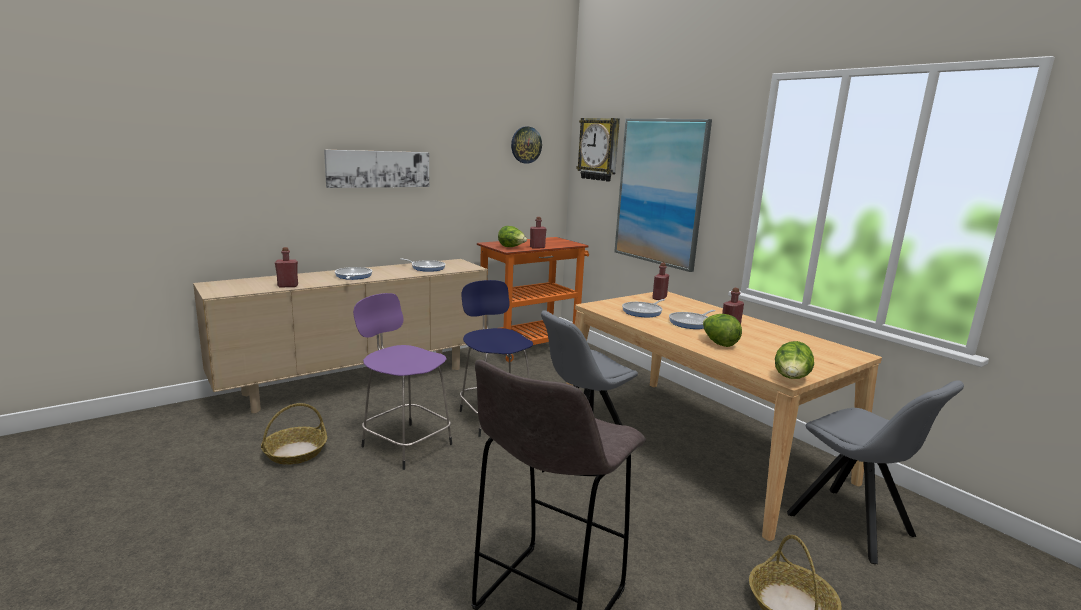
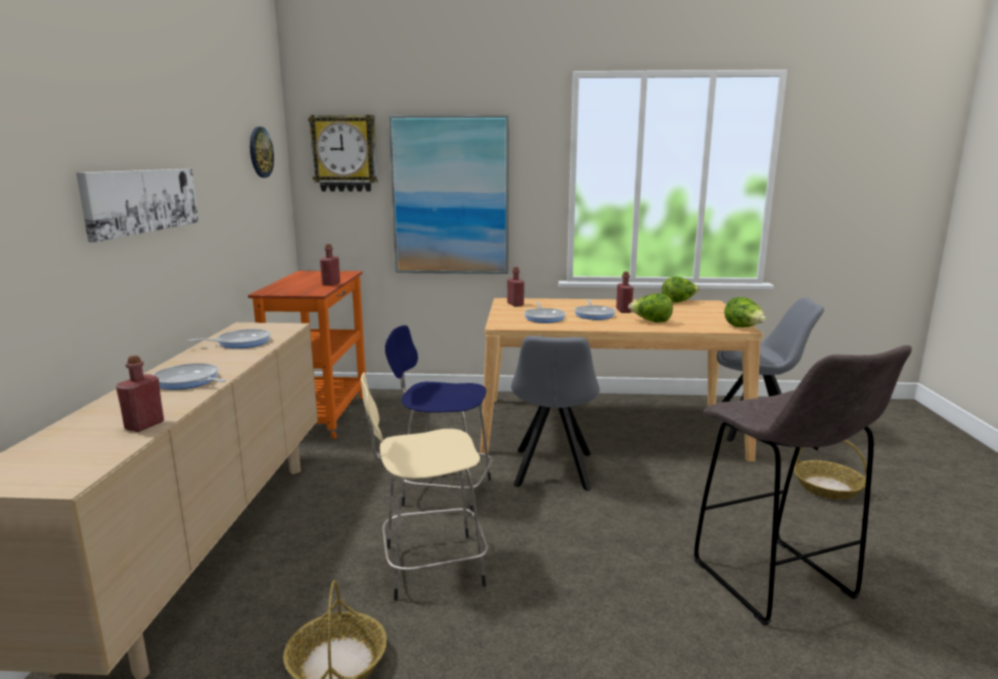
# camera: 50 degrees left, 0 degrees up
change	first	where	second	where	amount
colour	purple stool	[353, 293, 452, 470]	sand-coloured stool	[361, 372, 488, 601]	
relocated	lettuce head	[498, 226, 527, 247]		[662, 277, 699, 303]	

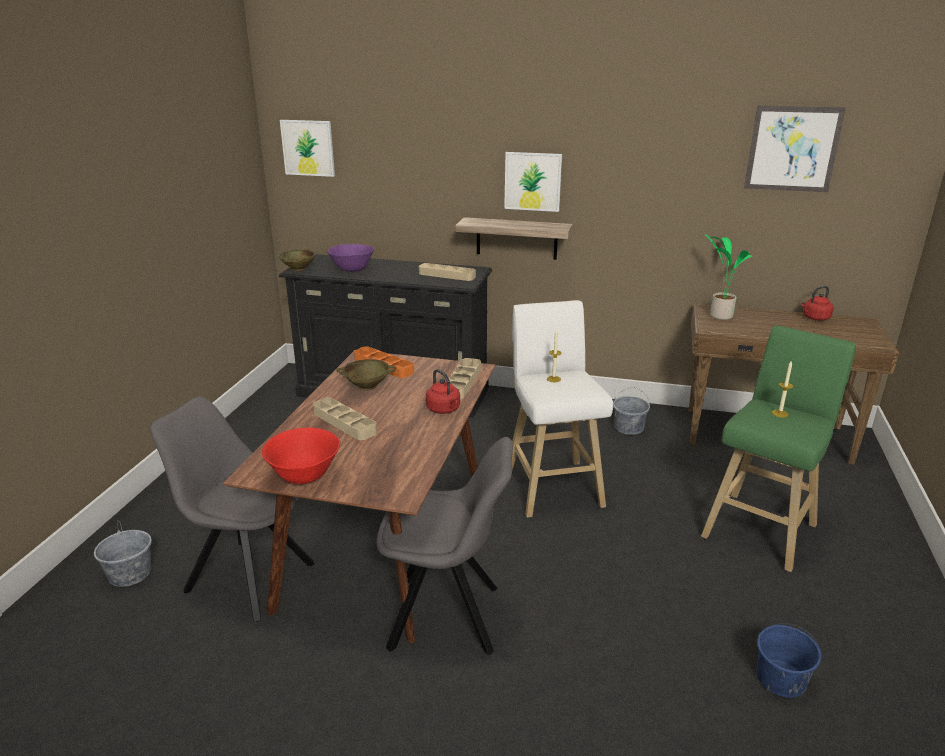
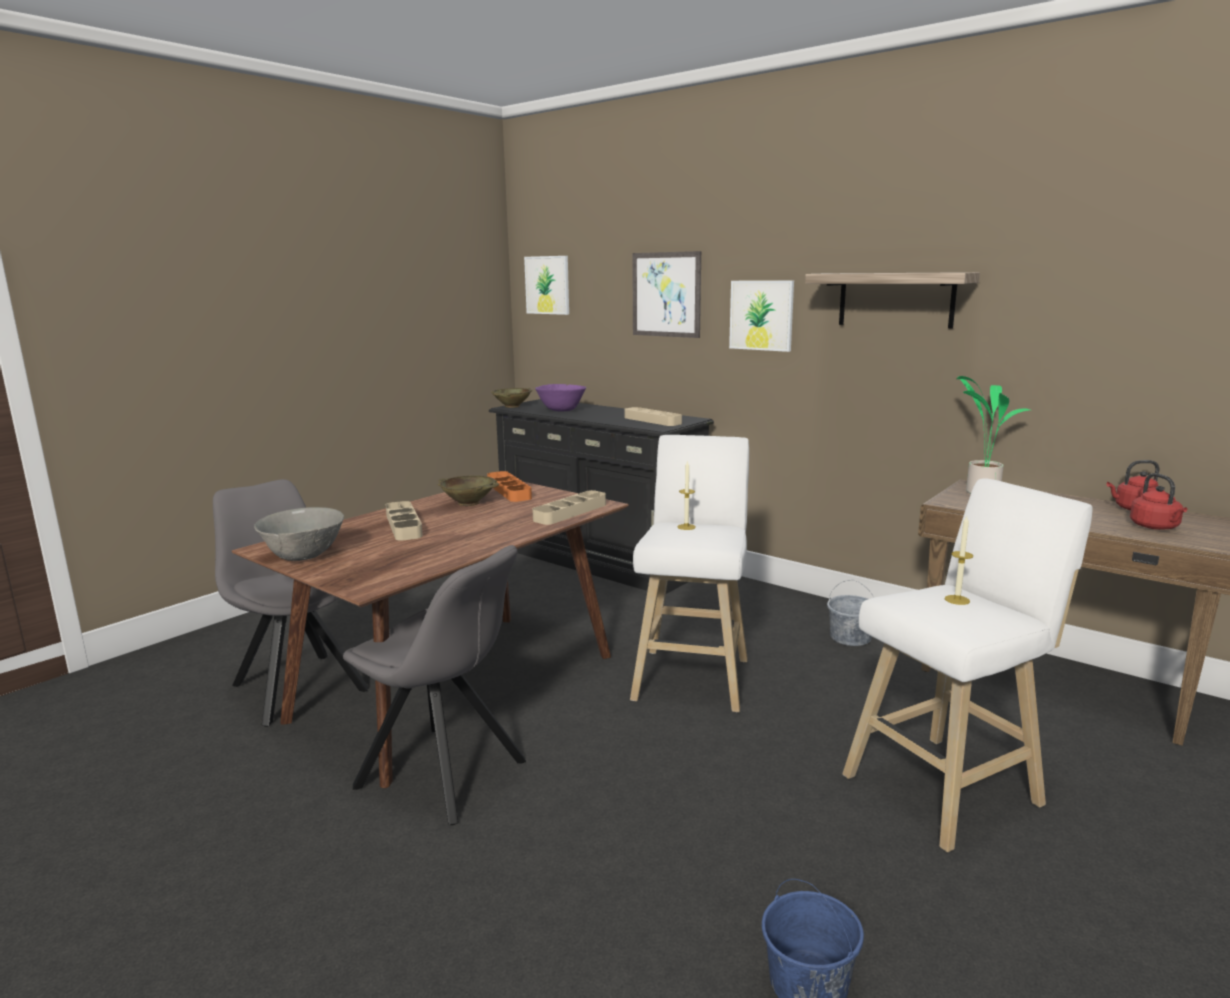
# camera: 25 degrees right, 10 degrees down
change	first	where	second	where	amount
missing	gray bucket	[94, 520, 152, 587]			
colour	reddish bowl	[262, 427, 340, 484]	gray bowl	[254, 507, 344, 561]	
relocated	reddish tea kettle	[426, 369, 460, 414]		[1130, 473, 1187, 530]	
relocated	wall shelf	[455, 217, 573, 260]		[805, 272, 980, 328]	
colour	greenish stool	[701, 325, 856, 572]	white-coloured stool	[842, 478, 1093, 852]	
relocated	picture	[744, 105, 846, 192]		[632, 251, 701, 338]	

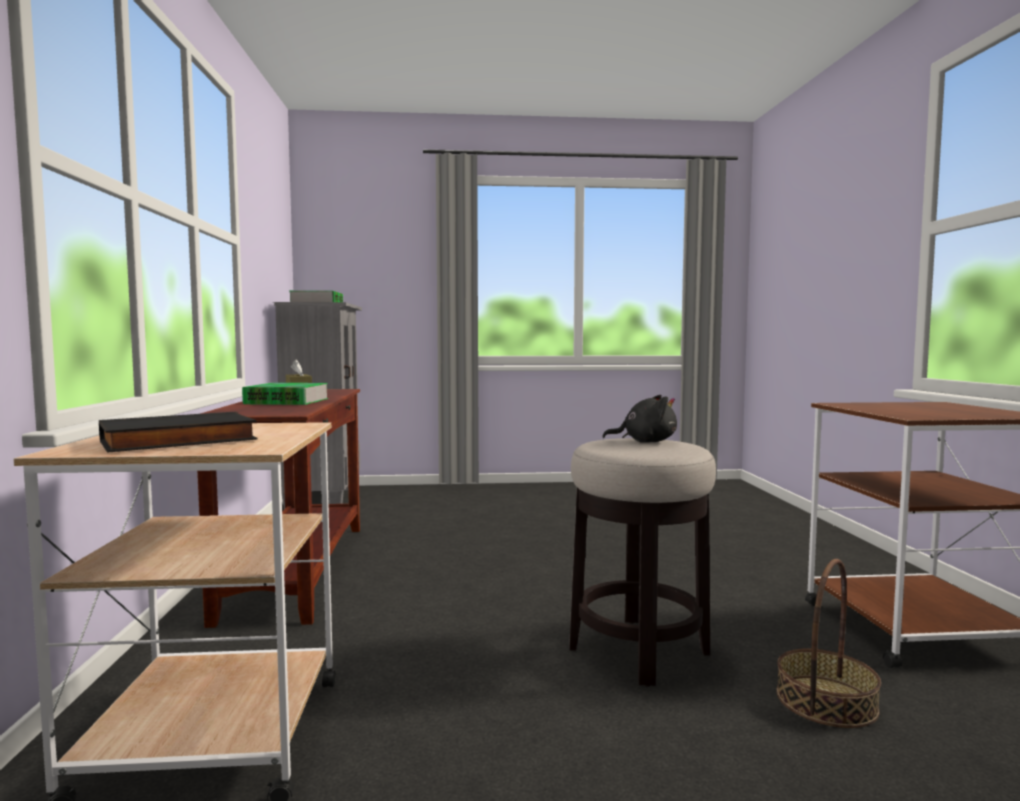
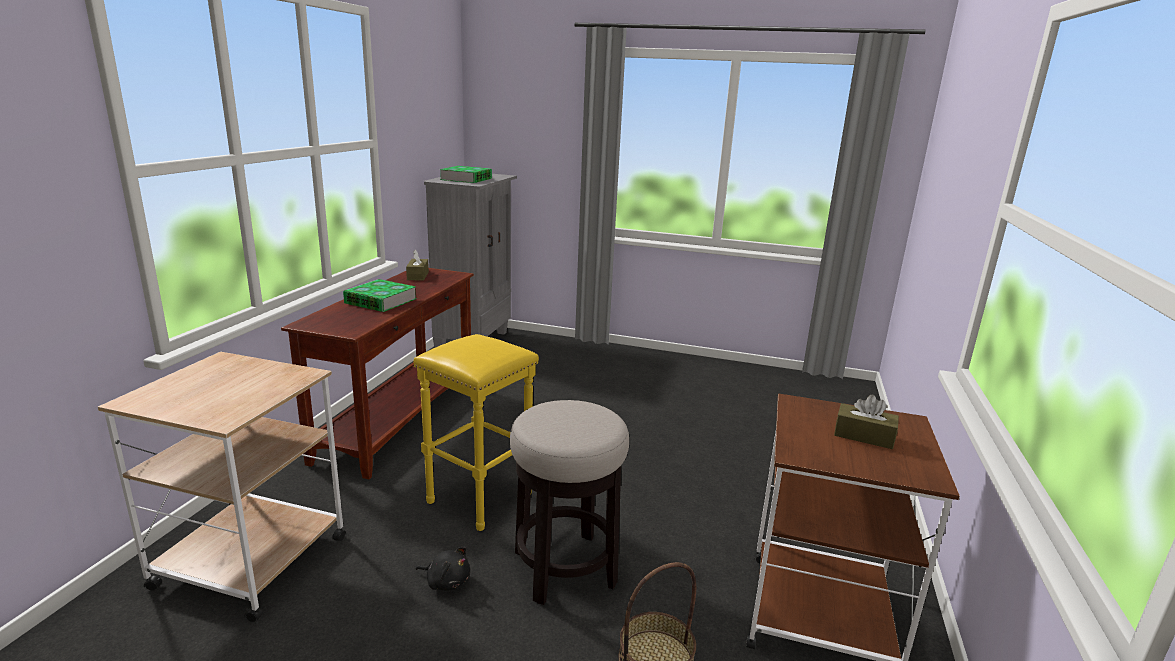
# camera: 20 degrees right, 15 degrees up
change	first	where	second	where	amount
missing	black-coloured volume	[99, 412, 257, 453]			
relocated	black-coloured soft toy	[602, 395, 677, 443]		[416, 547, 470, 591]	
appeared			yellow stool	[413, 334, 539, 531]	
appeared			brown tissue box	[834, 395, 899, 449]	

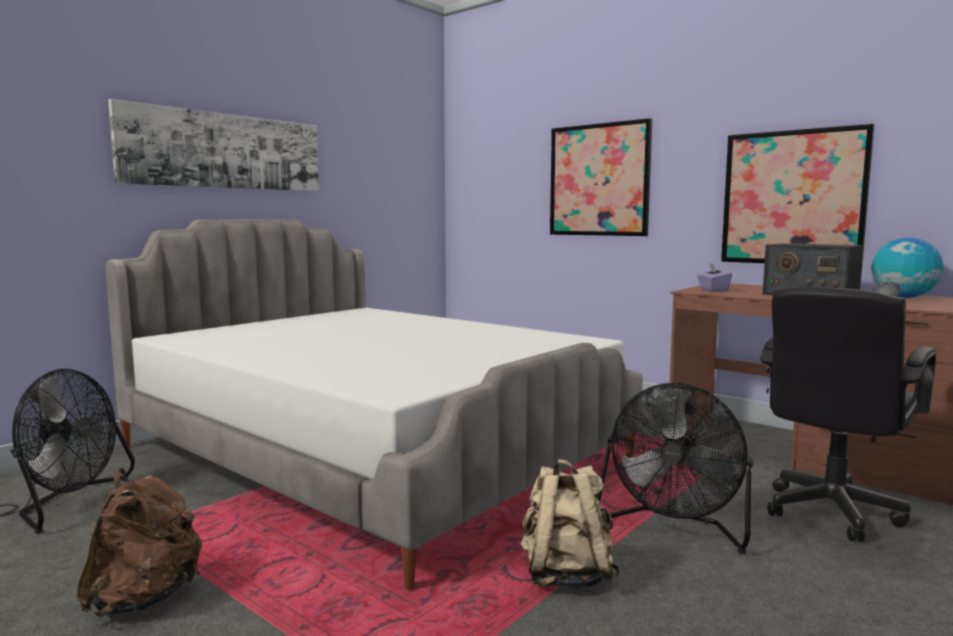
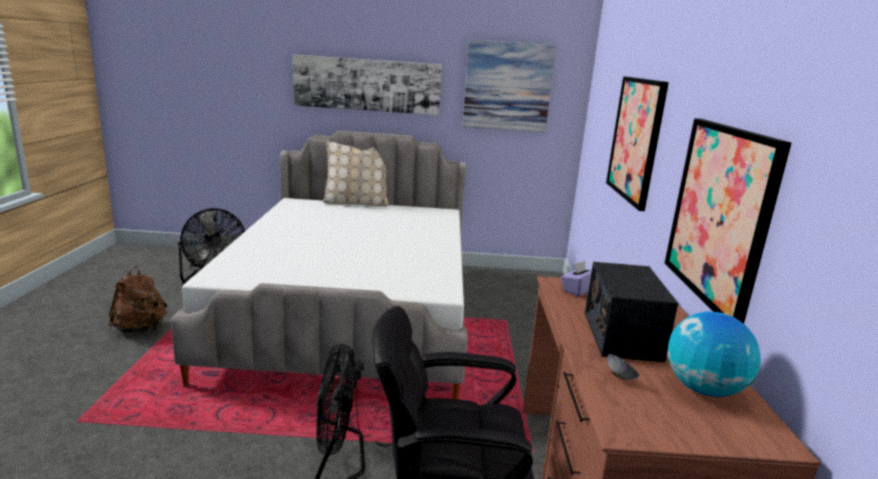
# camera: 50 degrees right, 10 degrees up
change	first	where	second	where	amount
missing	sand-coloured backpack	[521, 459, 620, 589]			
appeared			sand-coloured cushion	[323, 141, 388, 206]	
appeared			picture	[462, 39, 556, 133]	

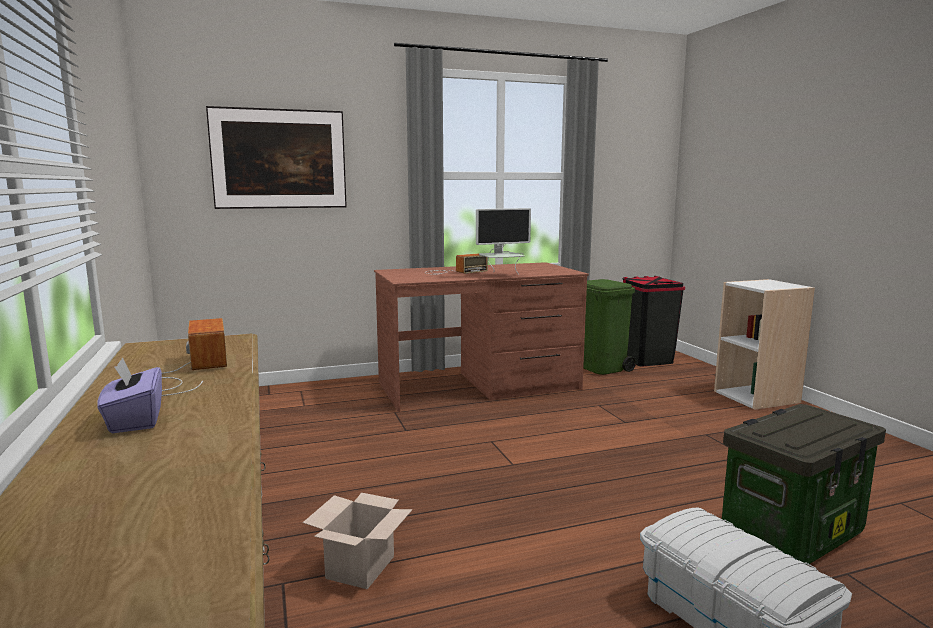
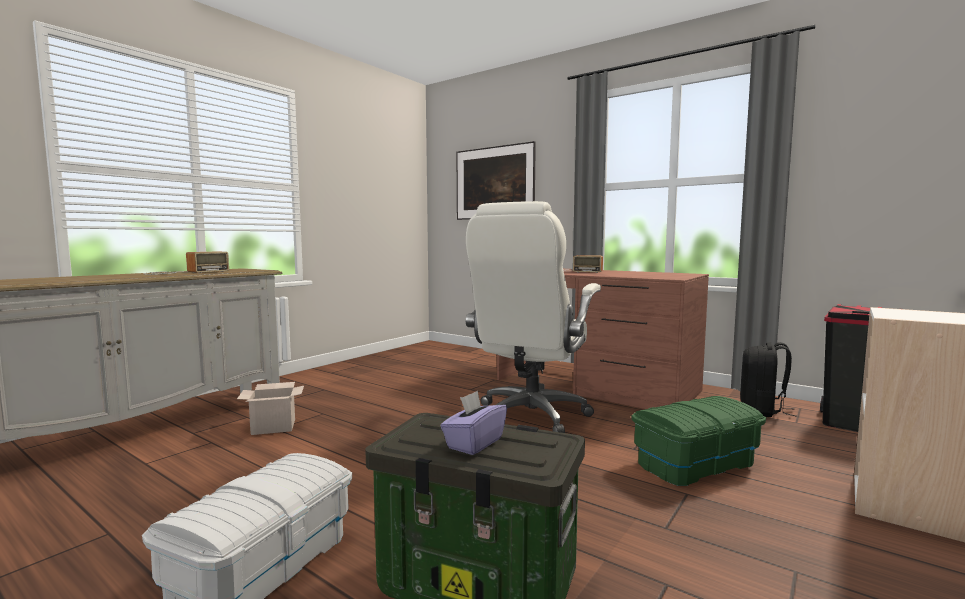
# camera: 55 degrees right, 5 degrees down
change	first	where	second	where	amount
relocated	purple tissue box	[97, 357, 162, 433]		[441, 390, 507, 455]	
missing	computer display	[476, 208, 531, 275]			
exchanged	greenish trash can	[583, 279, 636, 375]	black-coloured backpack	[740, 342, 797, 417]	
appeared			white-coloured desk chair	[466, 201, 601, 433]	
appeared			greenish storage container	[632, 396, 766, 486]	

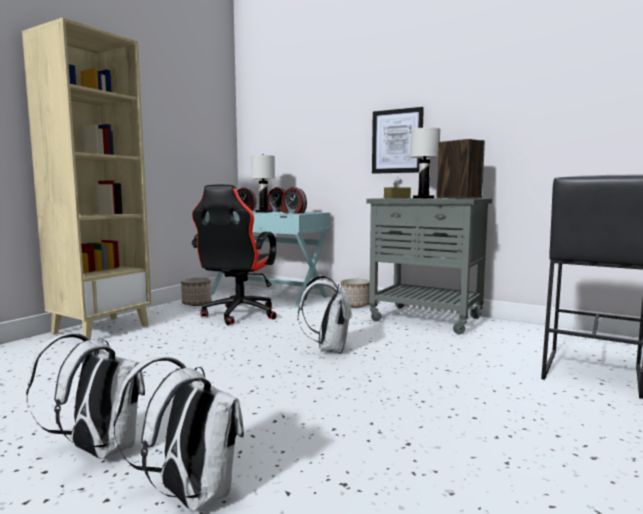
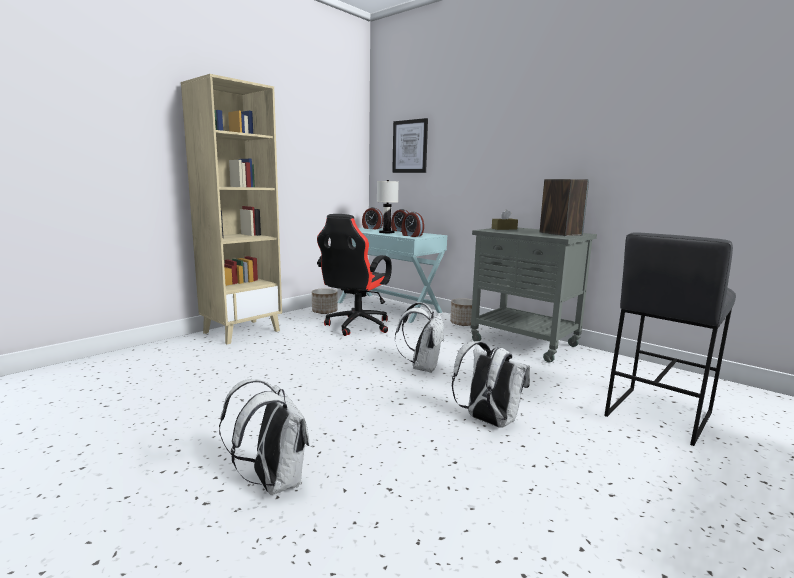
# camera: 10 degrees right, 5 degrees up
change	first	where	second	where	amount
relocated	white-coloured backpack	[26, 333, 145, 459]		[452, 341, 530, 428]	
relocated	picture	[372, 107, 424, 174]		[392, 118, 428, 173]	
missing	white-coloured tabletop lamp	[410, 127, 440, 198]			

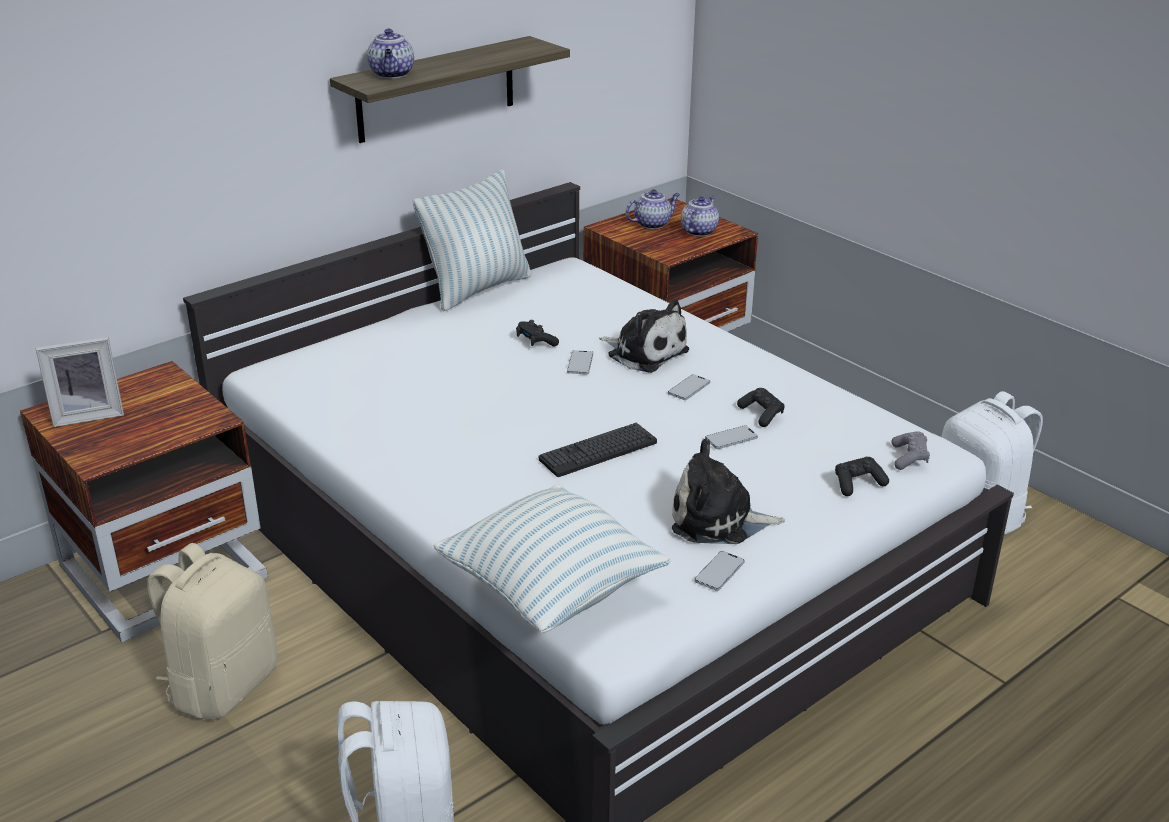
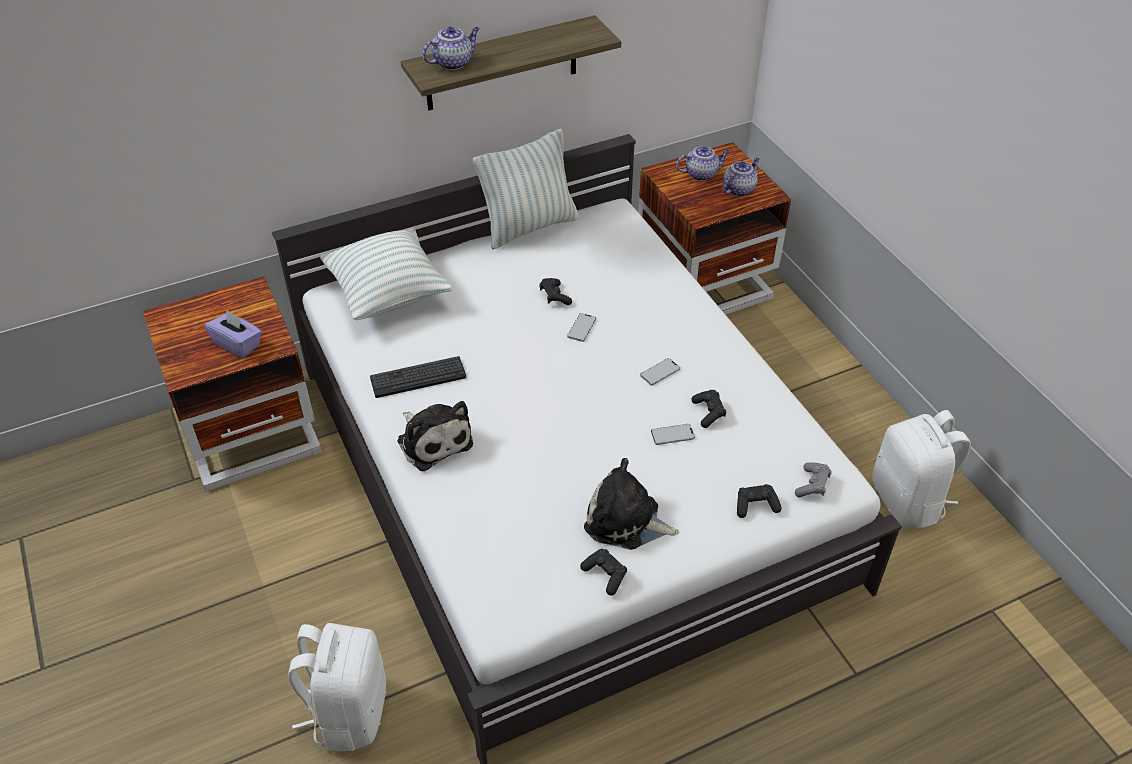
# camera: 15 degrees right, 15 degrees up
change	first	where	second	where	amount
missing	photo frame	[36, 337, 124, 427]			
missing	sand-coloured backpack	[147, 543, 277, 720]			
spun	teapot	[367, 29, 414, 78]		[422, 27, 480, 70]	135 degrees counterclockwise
relocated	cushion	[433, 484, 670, 633]		[320, 227, 453, 320]	
relocated	keyboard	[539, 423, 657, 477]		[370, 356, 466, 398]	
relocated	soft toy	[599, 299, 689, 373]		[397, 401, 473, 471]	
exchanged	phone	[694, 551, 745, 591]	black-coloured joypad	[580, 549, 627, 596]	
appeared			purple tissue box	[204, 310, 262, 358]	

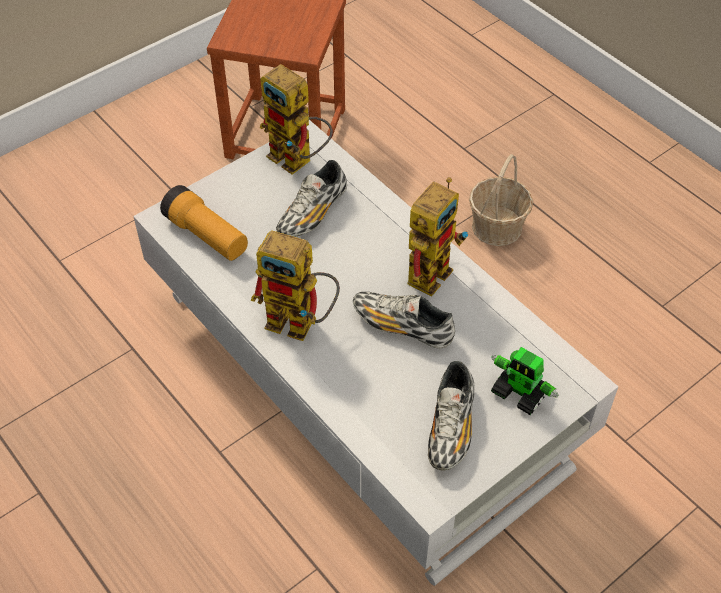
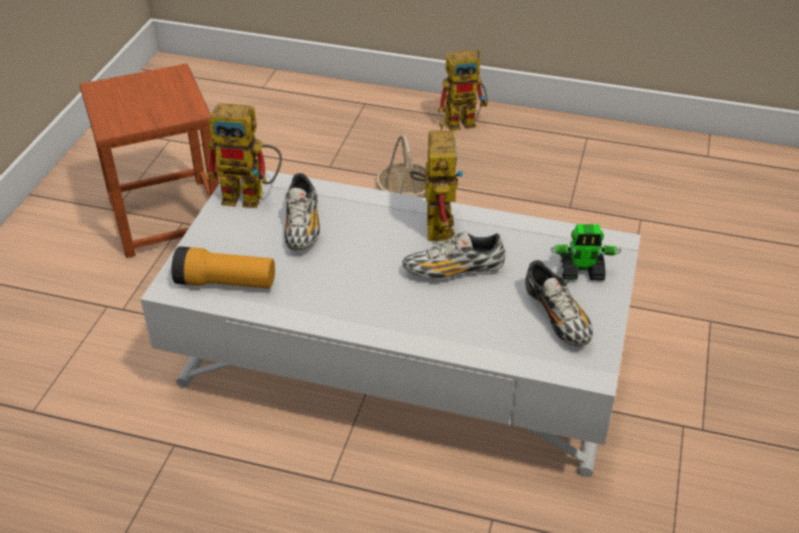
# camera: 35 degrees left, 10 degrees down
change	first	where	second	where	amount
relocated	model robot	[251, 230, 340, 341]		[438, 49, 488, 131]	

